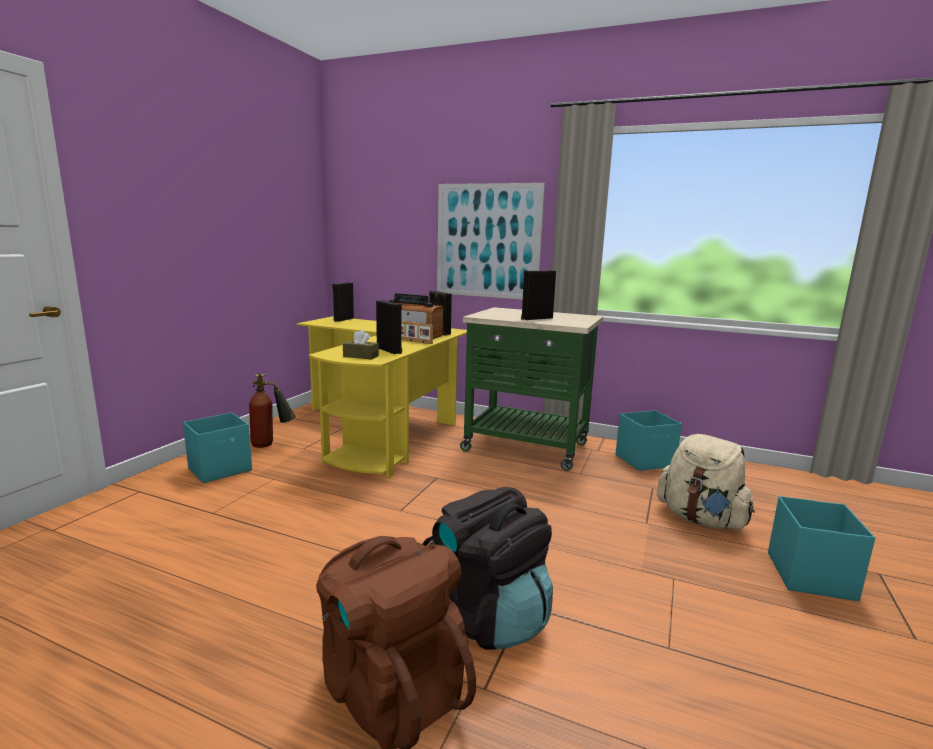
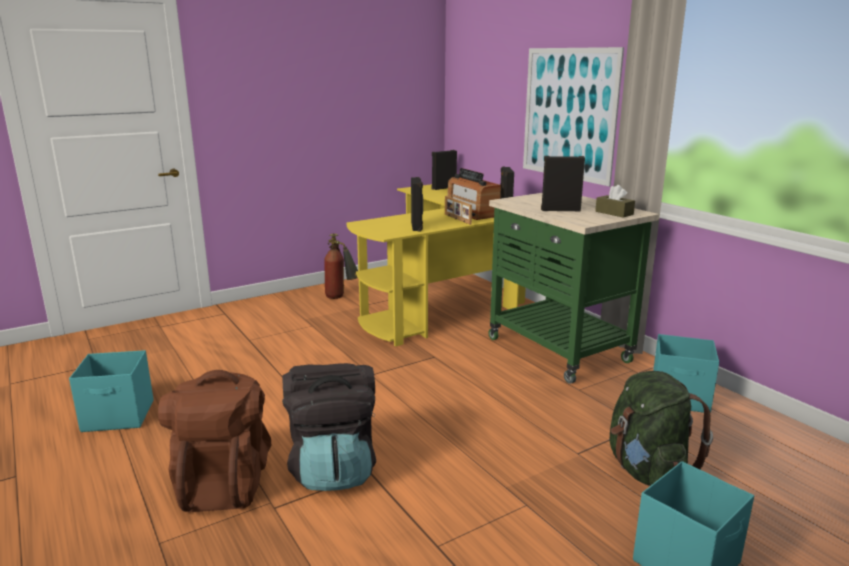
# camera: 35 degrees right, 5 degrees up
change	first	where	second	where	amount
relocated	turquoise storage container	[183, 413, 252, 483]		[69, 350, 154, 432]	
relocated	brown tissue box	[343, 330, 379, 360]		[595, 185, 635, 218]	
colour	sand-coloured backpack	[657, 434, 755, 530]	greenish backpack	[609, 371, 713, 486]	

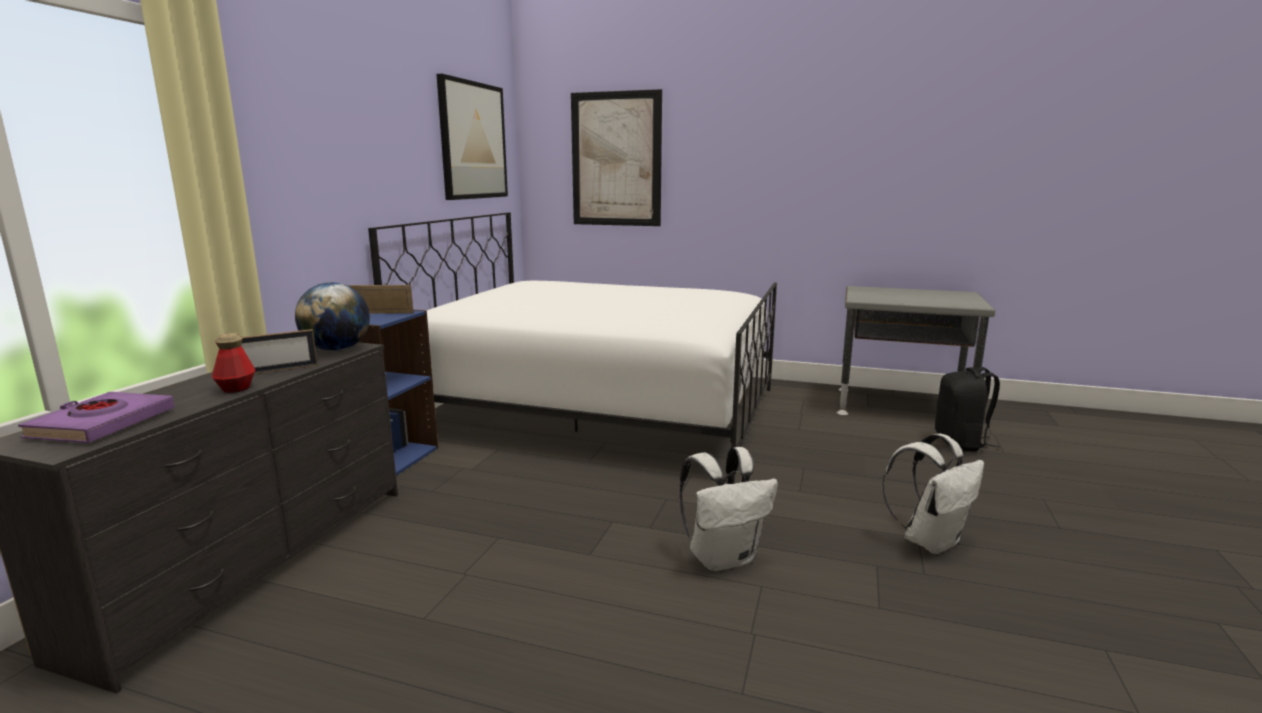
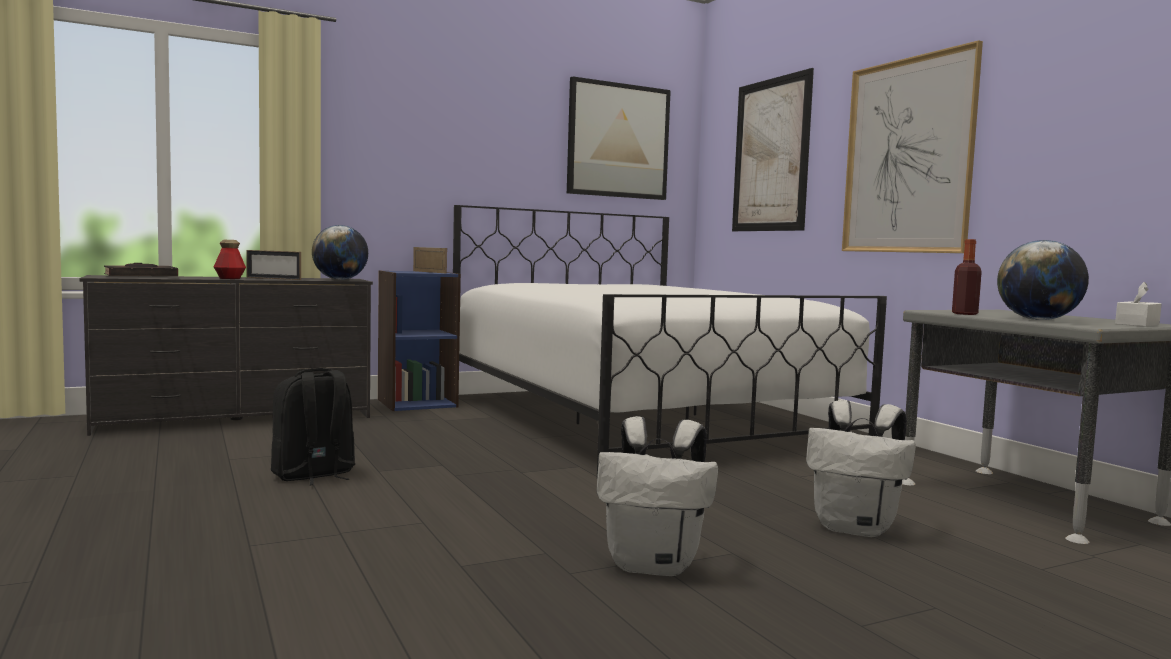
# camera: 45 degrees right, 10 degrees down
change	first	where	second	where	amount
colour	purple volume	[18, 392, 175, 443]	black-coloured volume	[104, 263, 178, 276]	
relocated	white-coloured backpack	[679, 447, 778, 571]		[806, 400, 916, 537]	
relocated	black-coloured backpack	[935, 367, 1000, 452]		[271, 368, 355, 485]	
appeared			picture	[842, 40, 983, 253]	
appeared			drink bottle	[952, 239, 982, 315]	
appeared			globe	[997, 240, 1089, 320]	
appeared			white-coloured tissue box	[1115, 282, 1162, 327]	

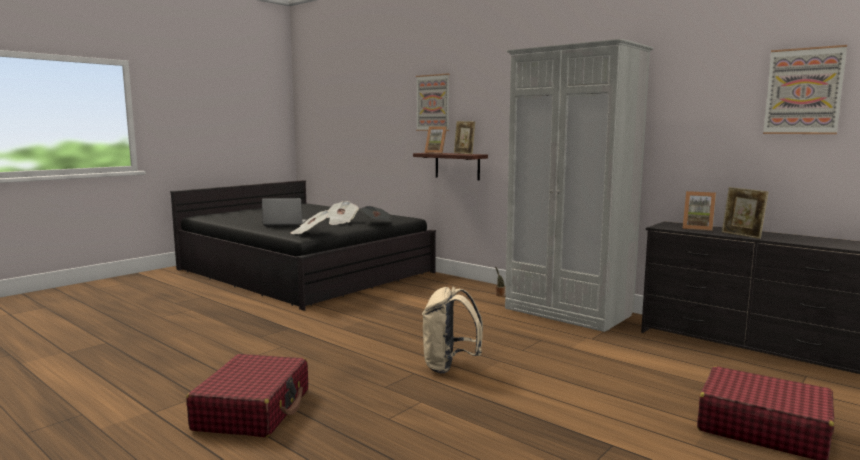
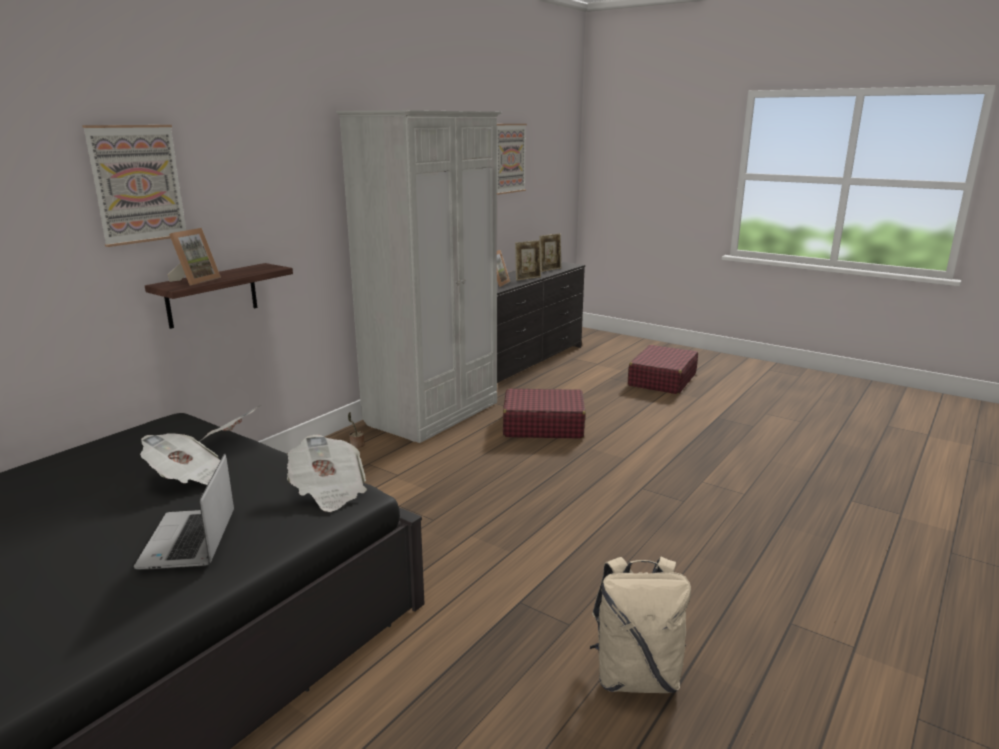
# camera: 95 degrees left, 10 degrees up
change	first	where	second	where	amount
relocated	reddish suitcase	[186, 354, 308, 437]		[503, 388, 586, 438]	
relocated	sand-coloured backpack	[422, 286, 483, 373]		[590, 557, 691, 693]	
relocated	photo frame	[454, 121, 475, 154]		[539, 233, 561, 272]	

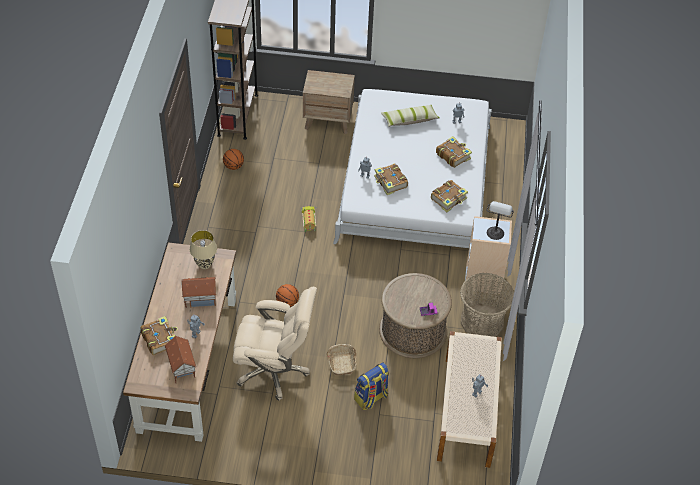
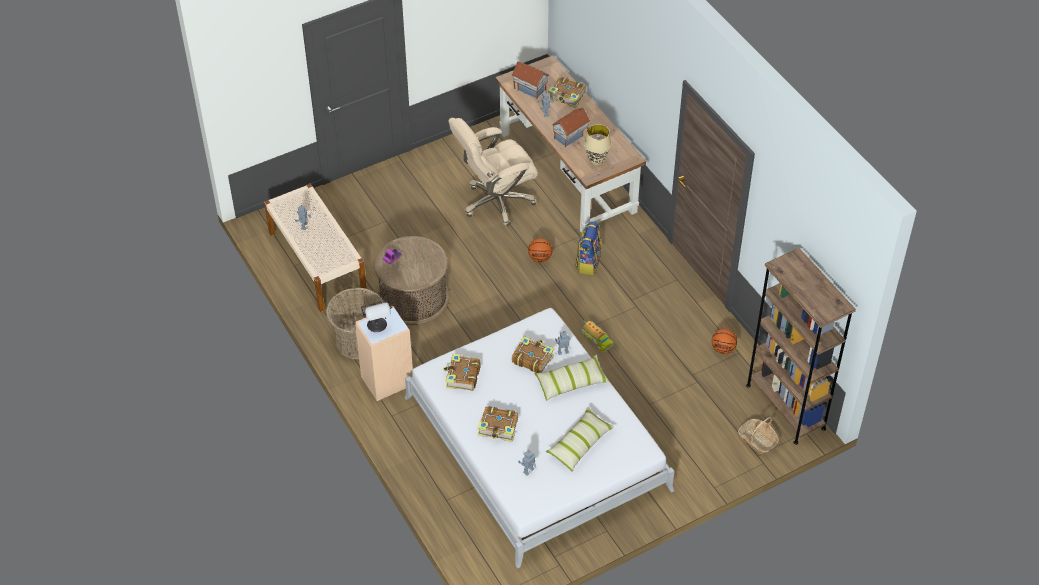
# camera: 145 degrees right, 0 degrees up
change	first	where	second	where	amount
missing	brown night table	[303, 70, 355, 134]			
relocated	household basket	[327, 344, 357, 375]		[738, 417, 779, 455]	
relocated	backpack	[354, 362, 389, 410]		[575, 222, 602, 275]	
appeared			cushion	[534, 354, 609, 401]	

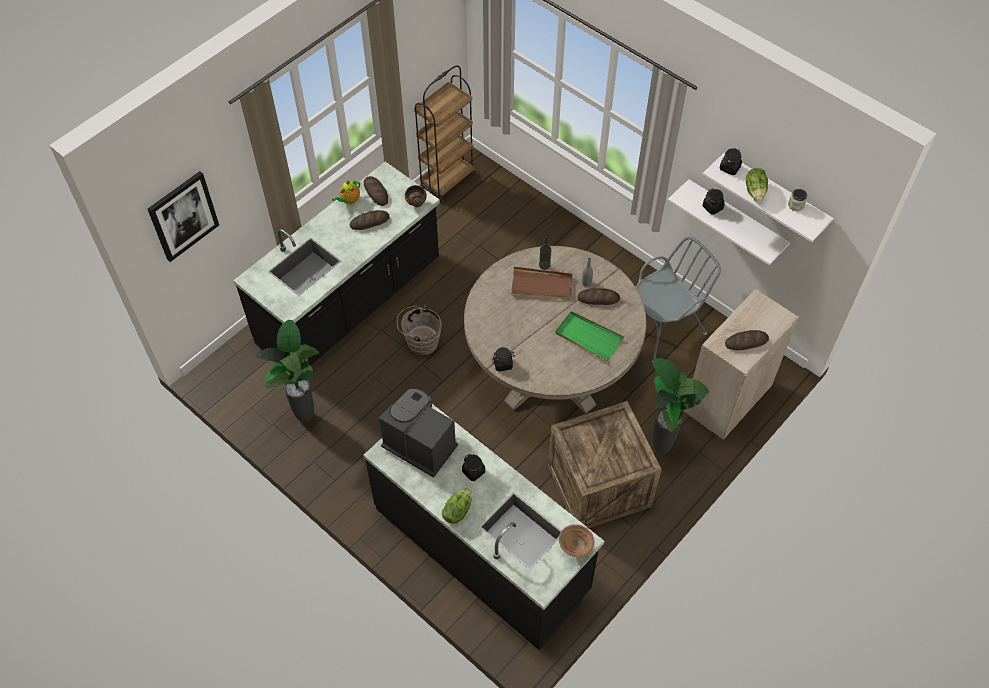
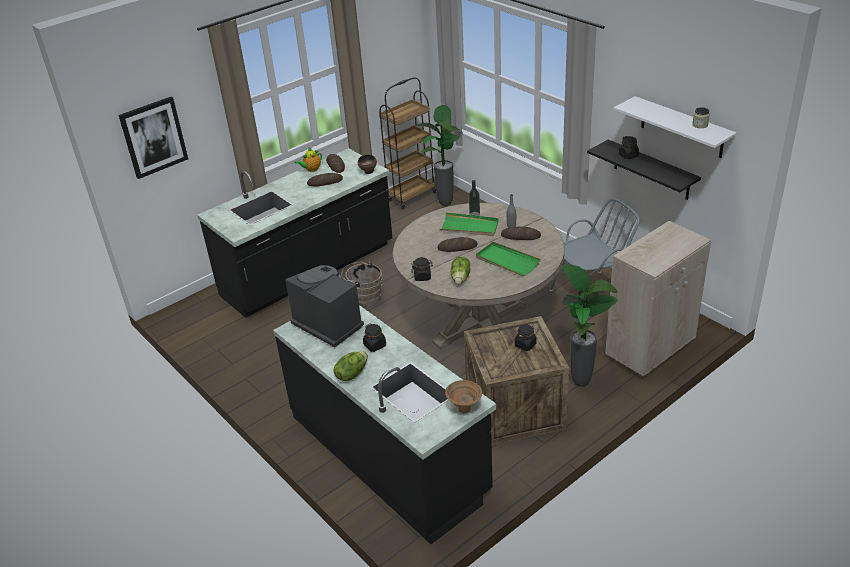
# camera: 10 degrees right, 20 degrees down
change	first	where	second	where	amount
relocated	houseplant	[256, 320, 319, 422]		[417, 105, 462, 206]	
colour	brown carrying tray	[511, 267, 573, 300]	greenish carrying tray	[440, 212, 499, 236]	
colour	white-coloured wall shelf	[668, 179, 790, 265]	black-coloured wall shelf	[587, 140, 701, 200]	
relocated	black-coloured jar	[719, 148, 742, 175]		[515, 325, 537, 351]	
relocated	bread	[725, 330, 769, 350]		[437, 237, 477, 252]	
relocated	lettuce head	[746, 168, 768, 202]		[451, 257, 470, 284]	

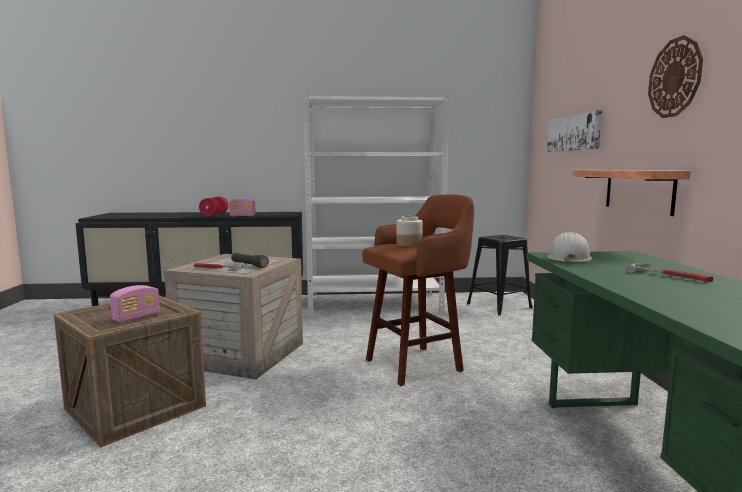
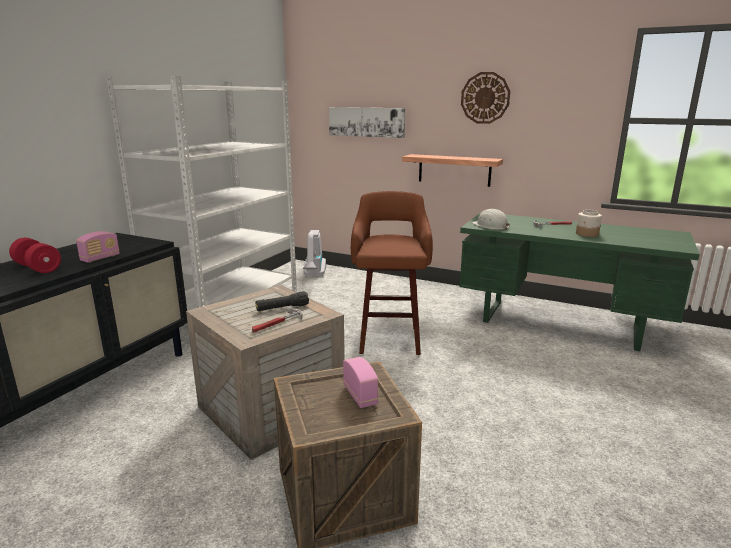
# camera: 60 degrees left, 10 degrees up
change	first	where	second	where	amount
relocated	jar	[396, 216, 423, 247]		[576, 210, 602, 237]	
exchanged	black-coloured stool	[467, 235, 533, 316]	vacuum cleaner	[303, 230, 326, 276]	

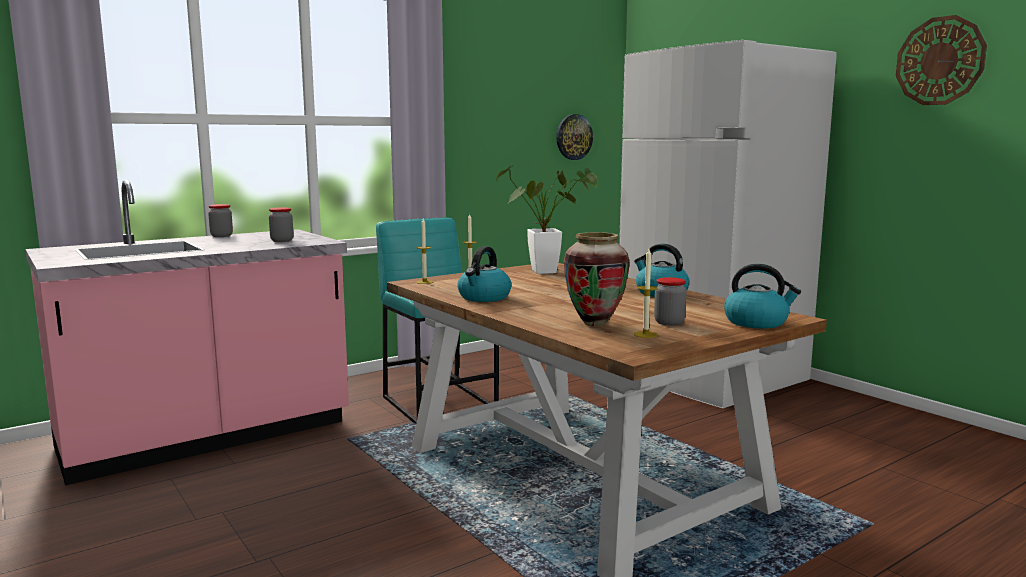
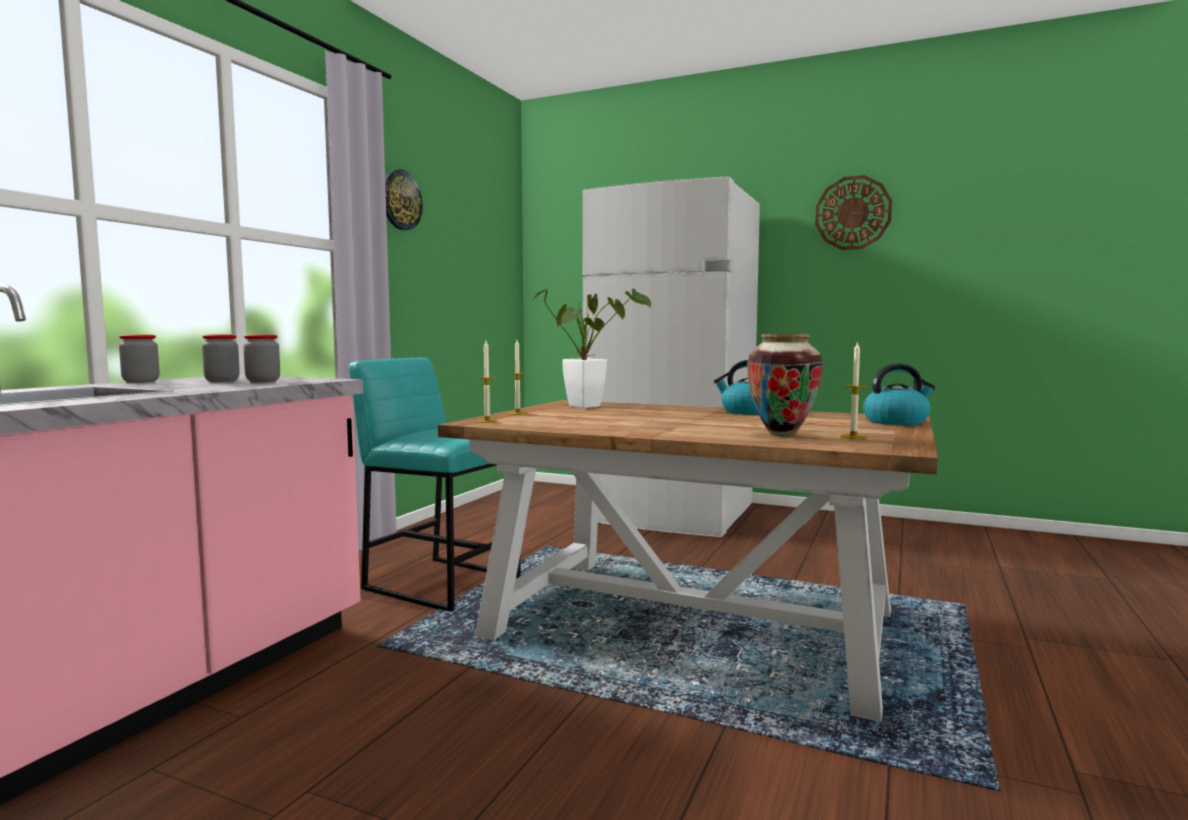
# camera: 30 degrees left, 5 degrees down
change	first	where	second	where	amount
missing	tea kettle	[457, 246, 511, 302]			
relocated	hanging clock	[556, 114, 593, 160]		[385, 170, 423, 230]	
relocated	jar	[654, 277, 687, 326]		[202, 334, 240, 382]	

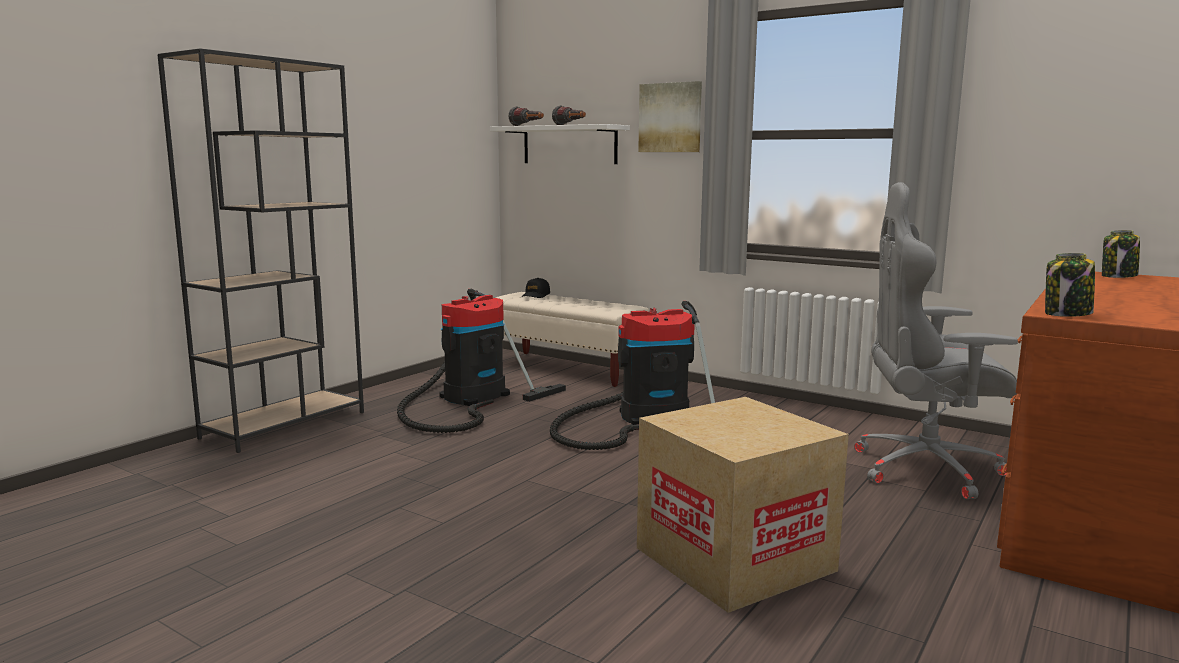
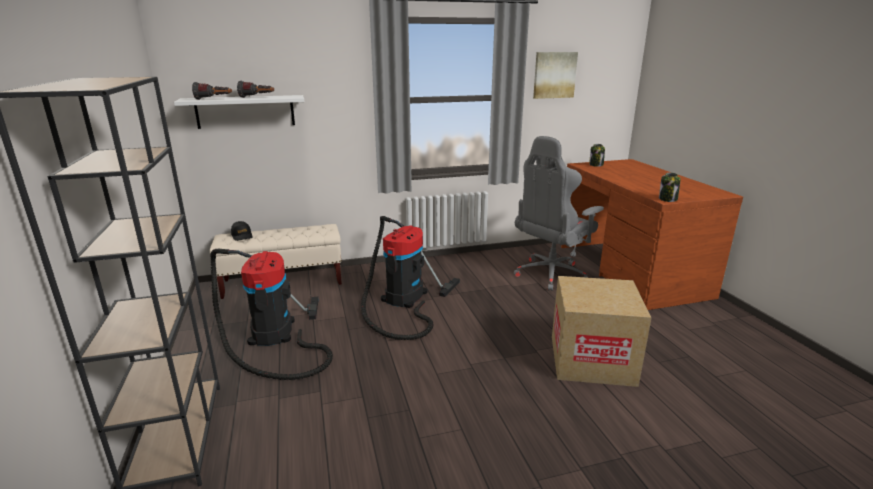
# camera: 50 degrees left, 10 degrees up
change	first	where	second	where	amount
relocated	picture	[638, 81, 702, 152]		[533, 52, 578, 99]	

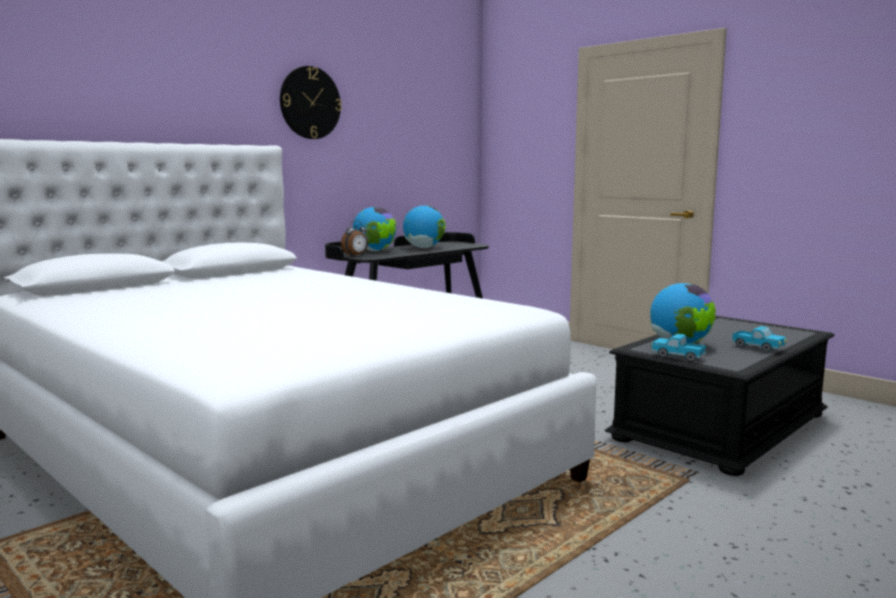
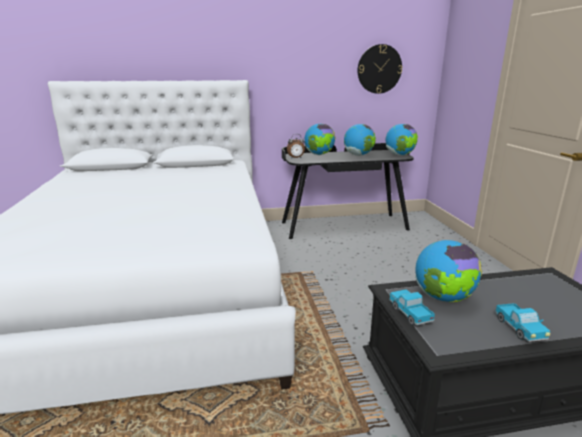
# camera: 35 degrees right, 10 degrees up
change	first	where	second	where	amount
relocated	hanging clock	[280, 66, 342, 139]		[358, 44, 402, 94]	
appeared			globe	[386, 124, 418, 156]	

